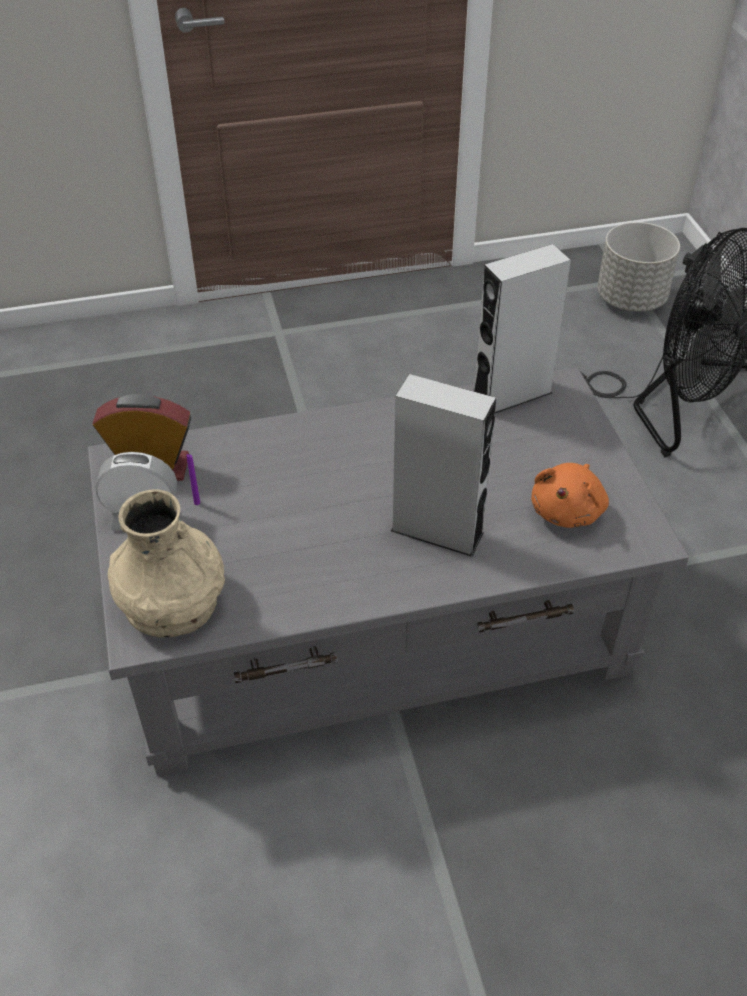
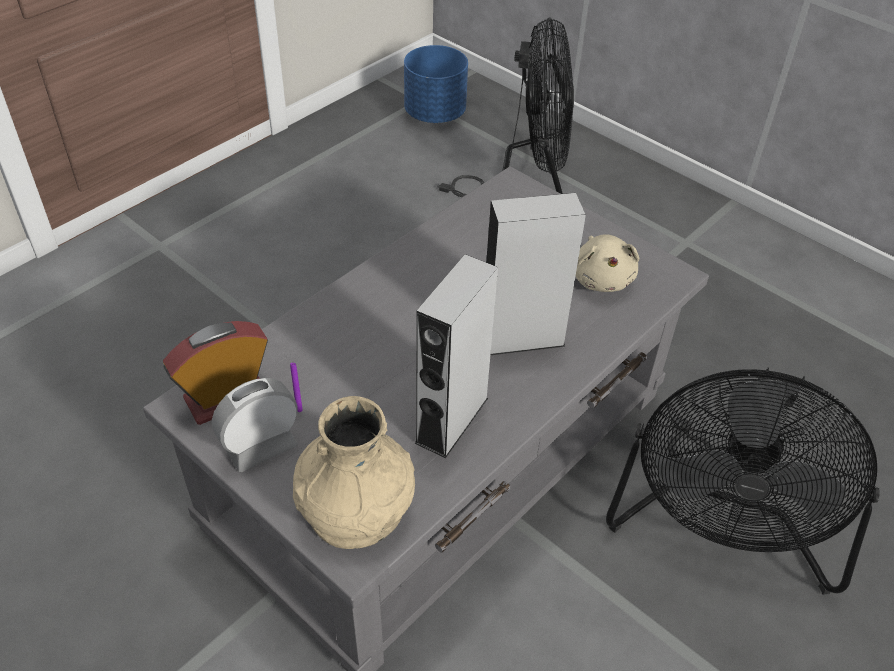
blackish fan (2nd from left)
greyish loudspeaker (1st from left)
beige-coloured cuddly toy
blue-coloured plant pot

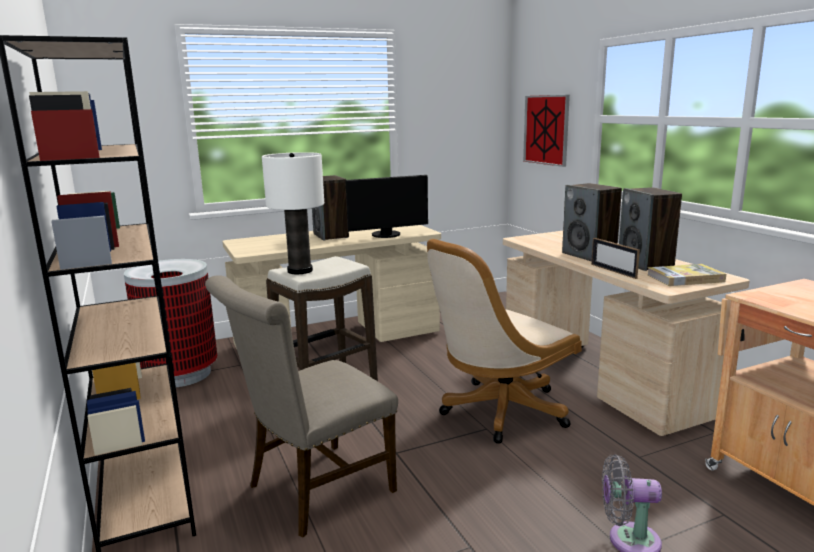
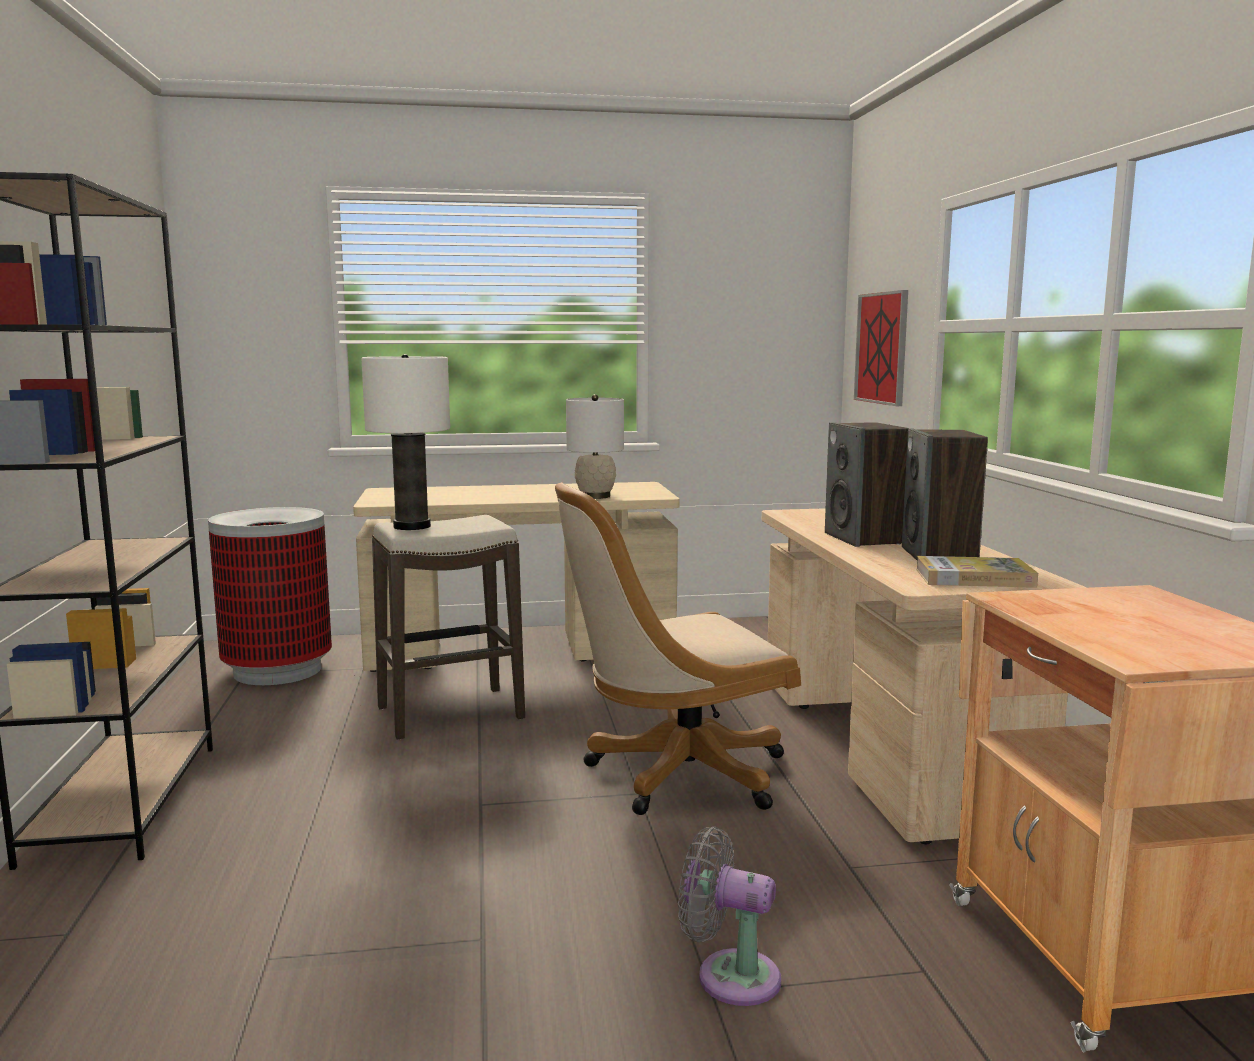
beige-coloured upright chair
loudspeaker (1st from left in the first image)
standing frame
white table lamp (2nd from left)

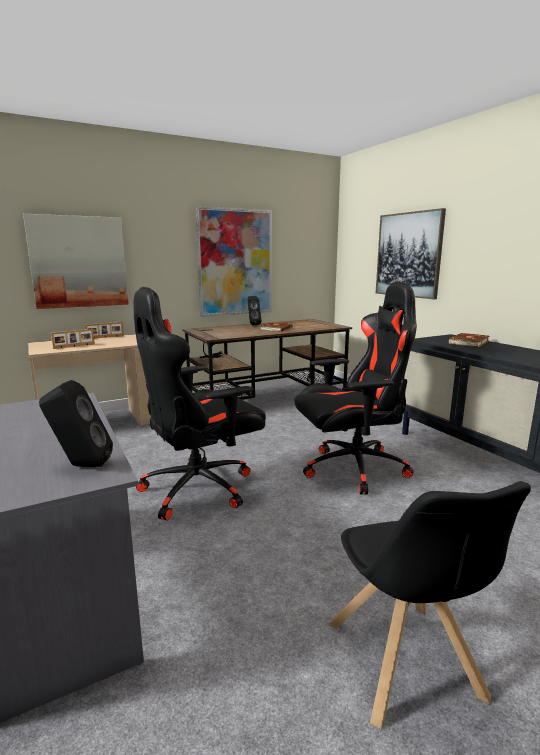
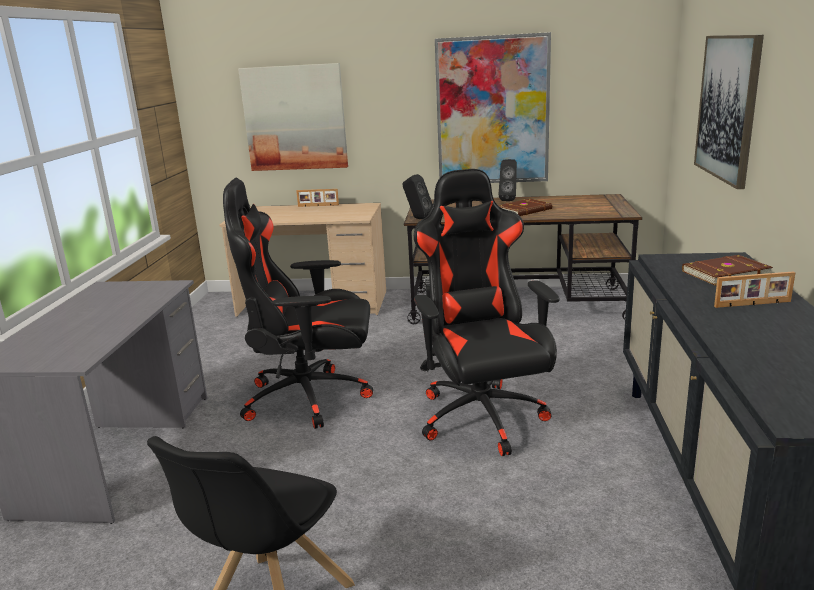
blackish loudspeaker (1st from left)
standing frame (2nd from left)
blackish computer chair (2nd from left)

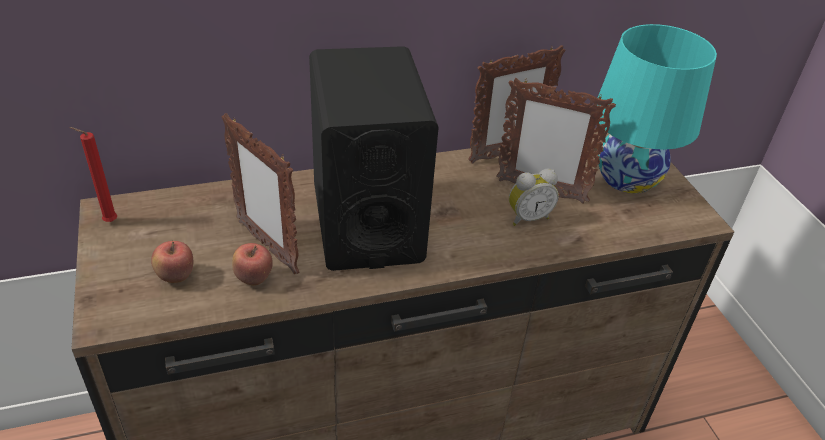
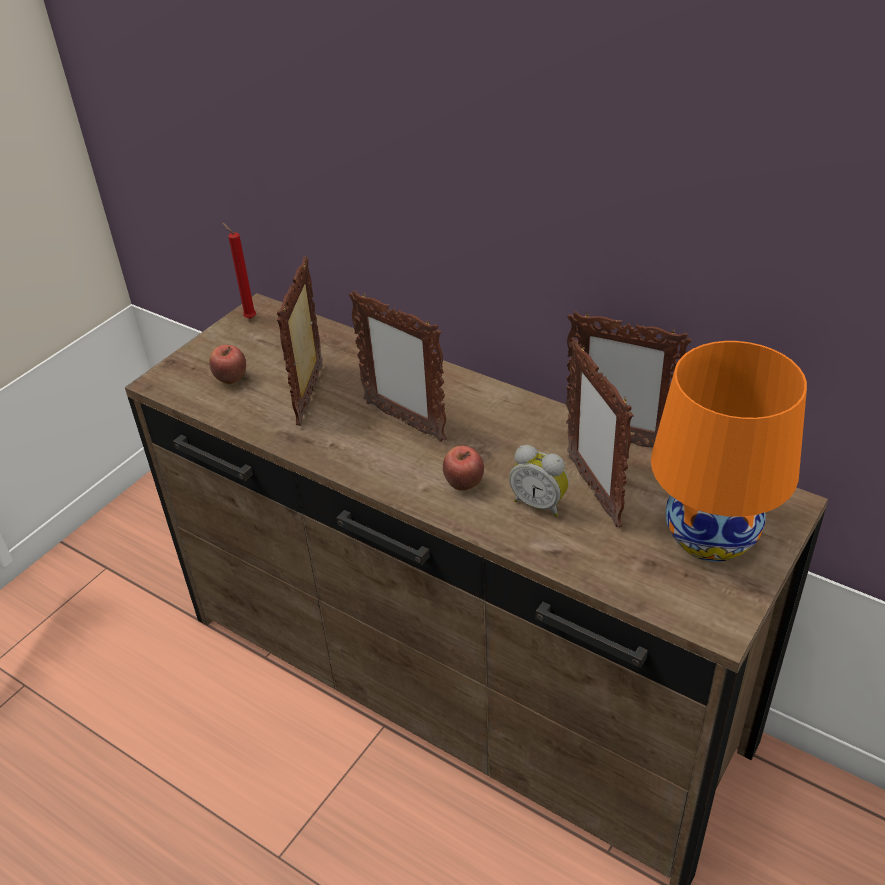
apple (2nd from left)
standing frame (2nd from left)
orangey table lamp

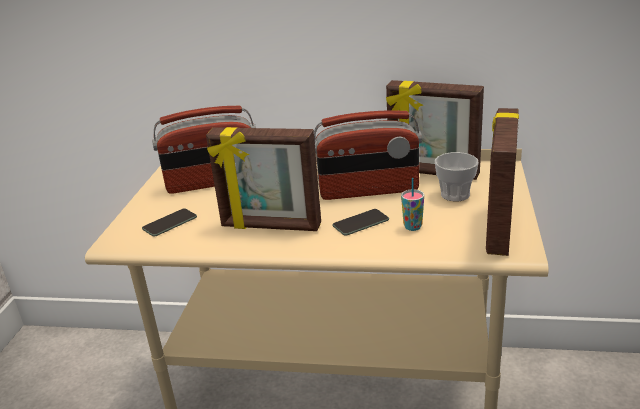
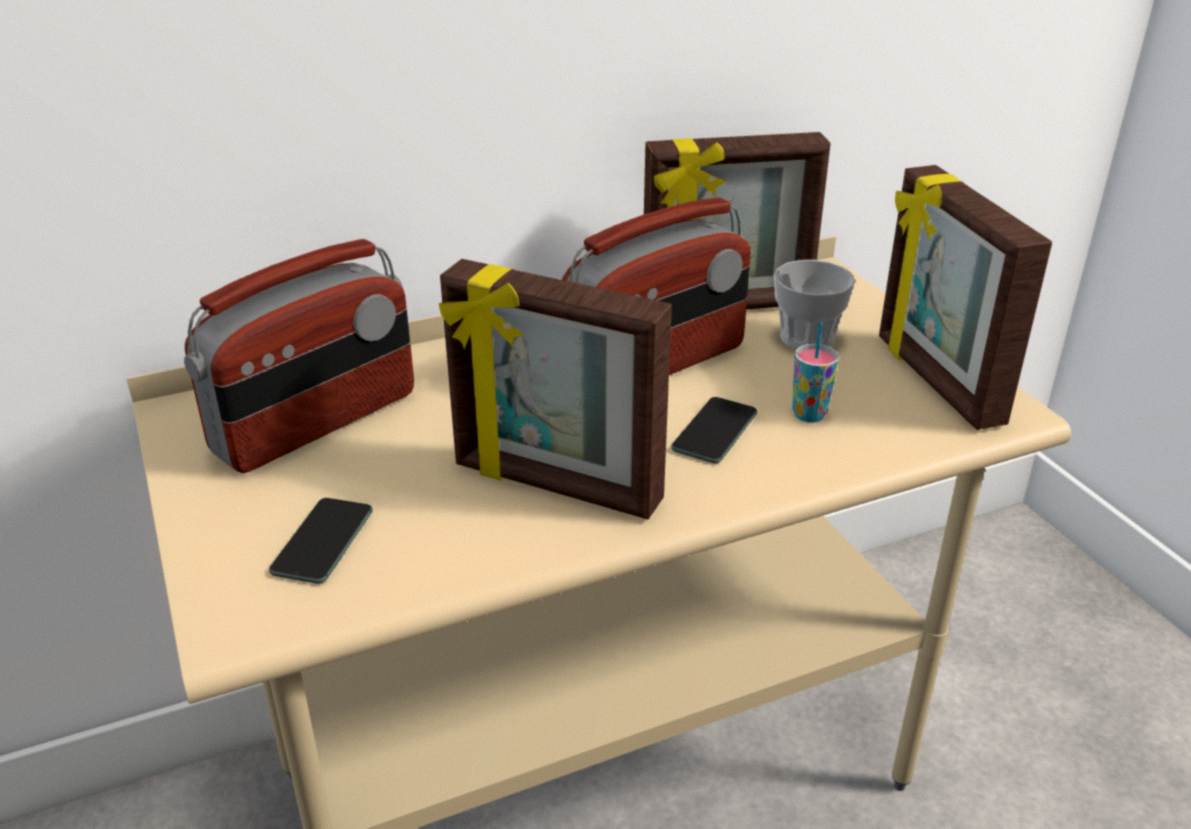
standing frame (1st from left)

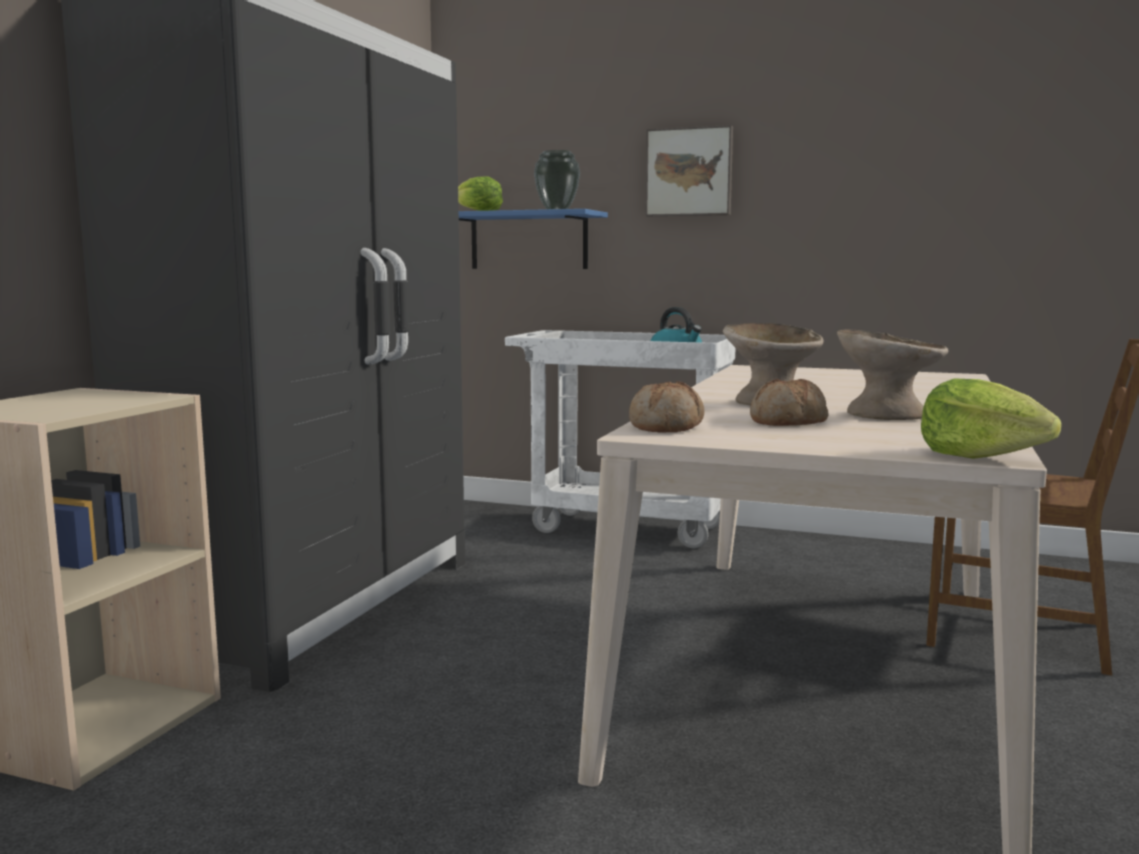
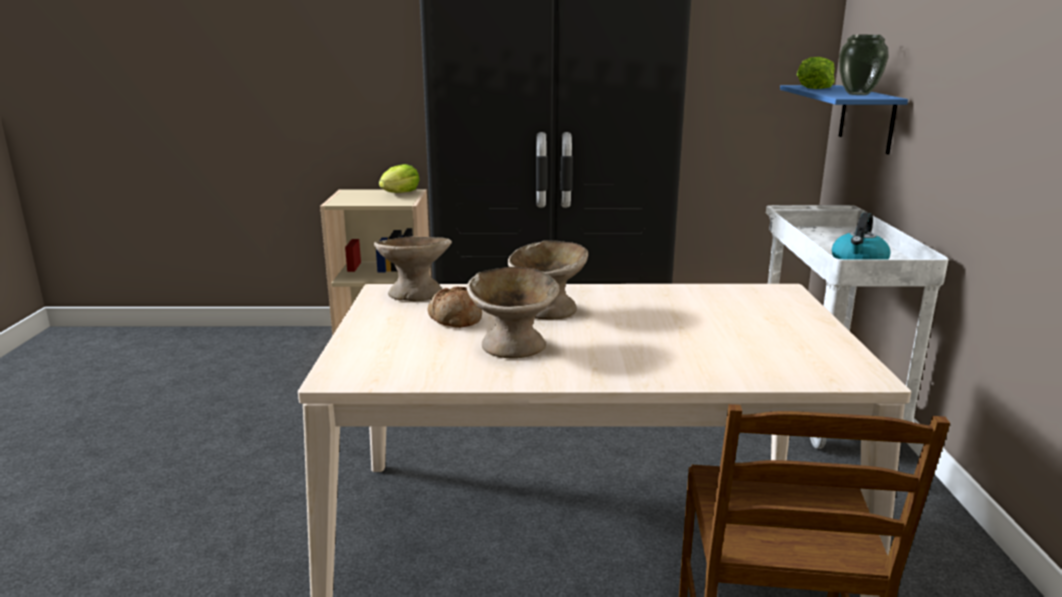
picture
head of lettuce (1st from left)
beige-coloured bowl (1st from left)

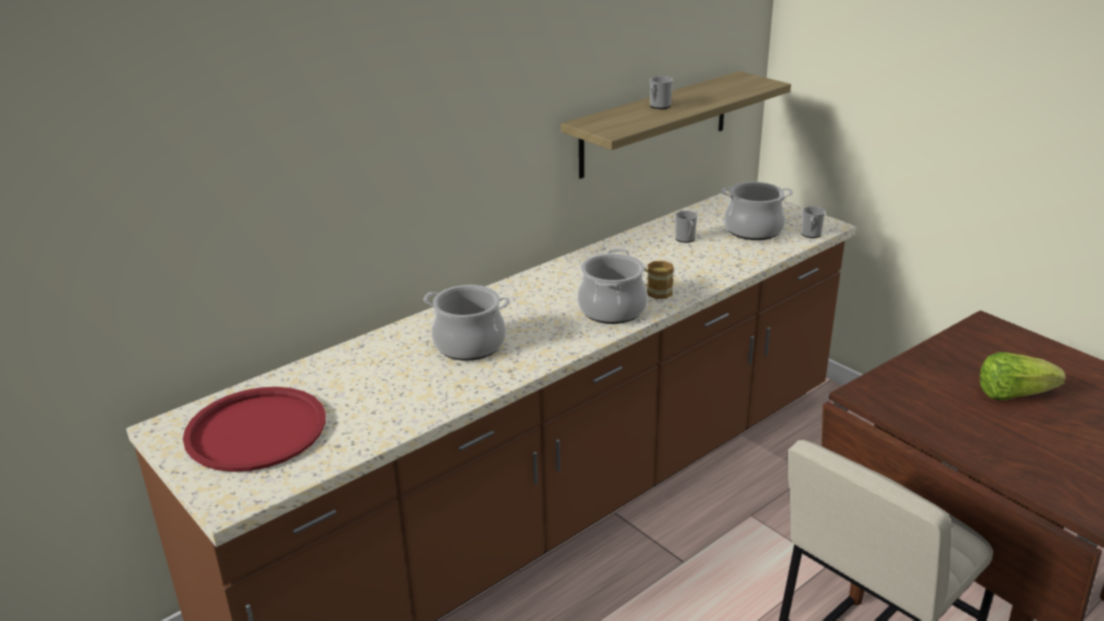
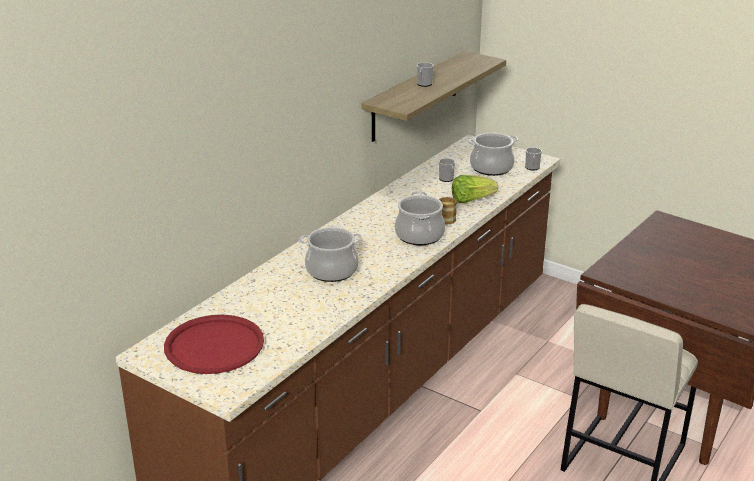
head of lettuce

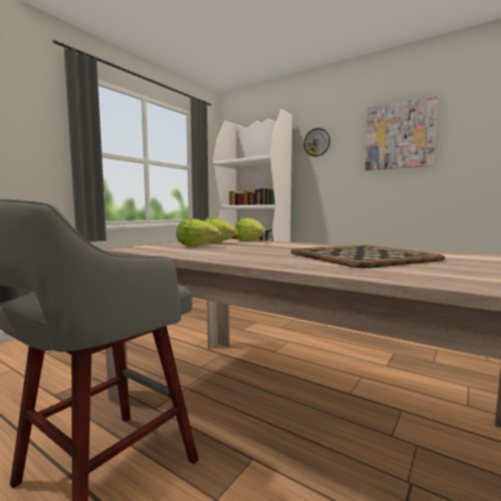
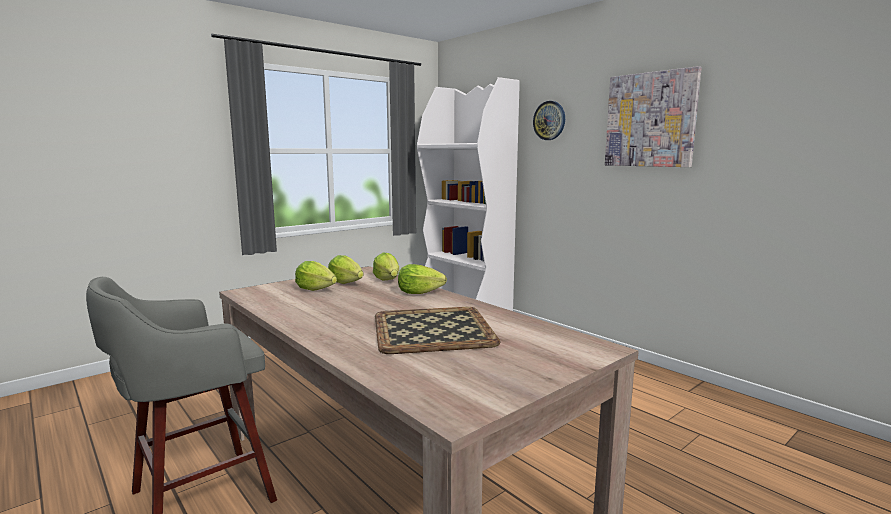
head of lettuce (4th from left)

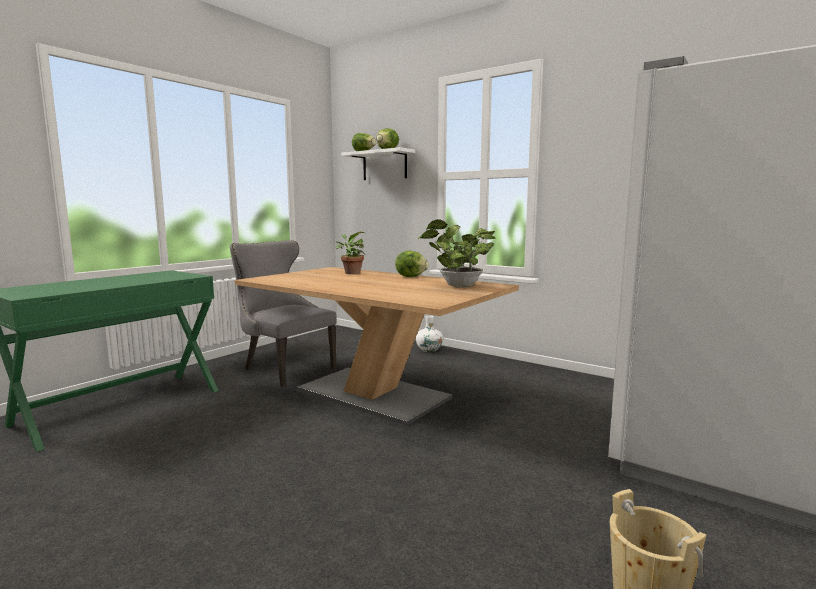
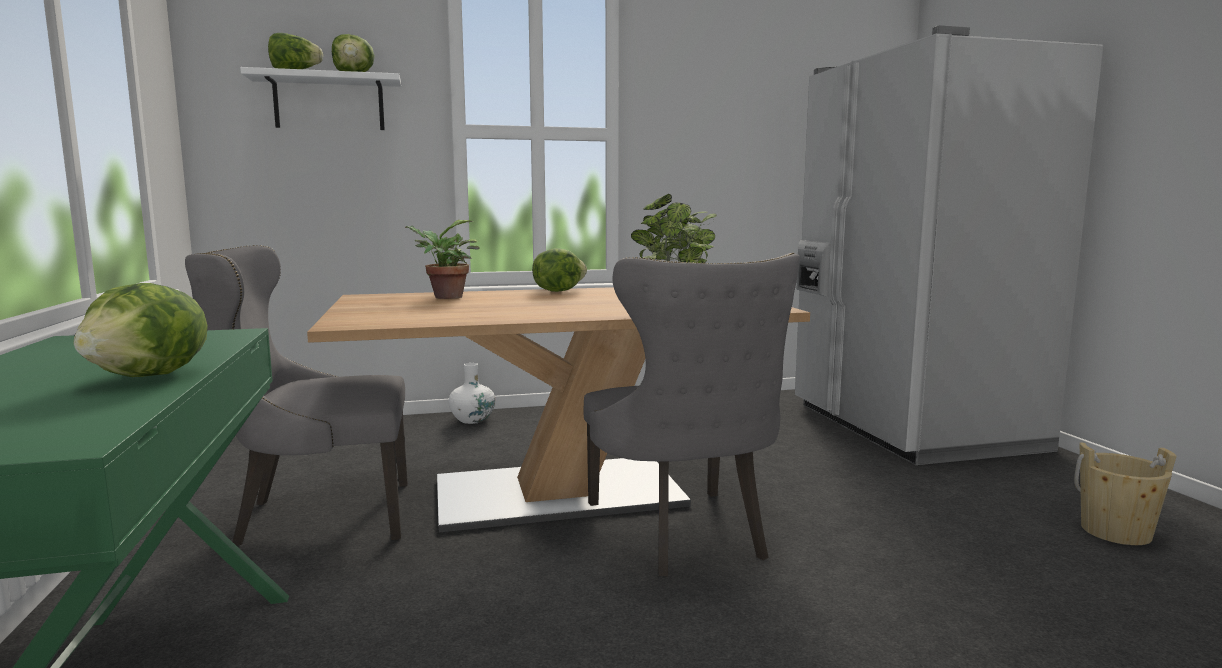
head of lettuce (1st from left)
greyish upright chair (2nd from left)

